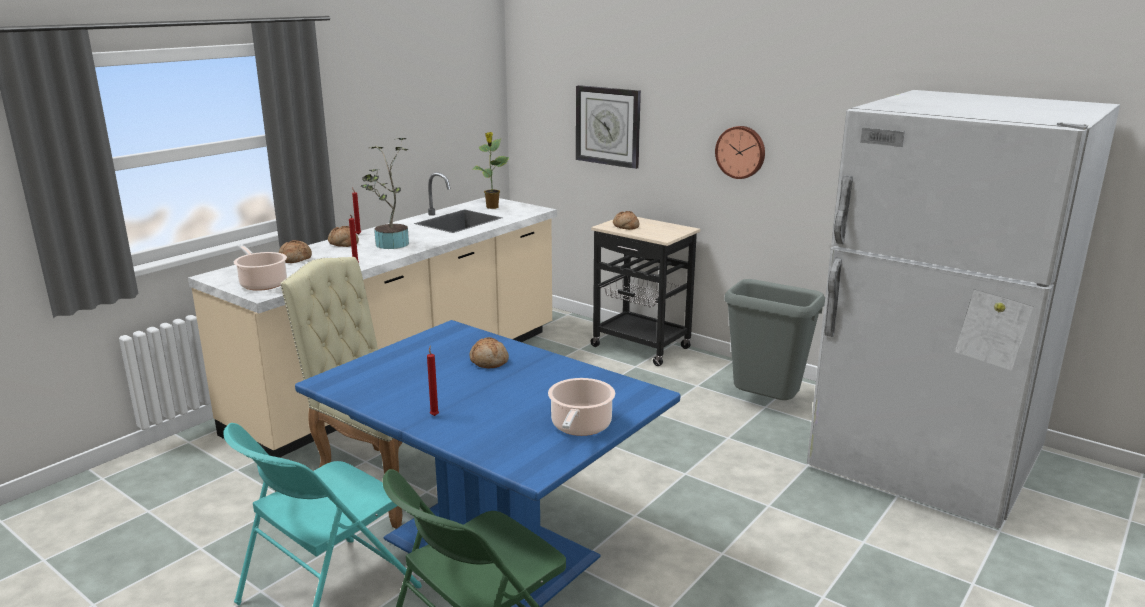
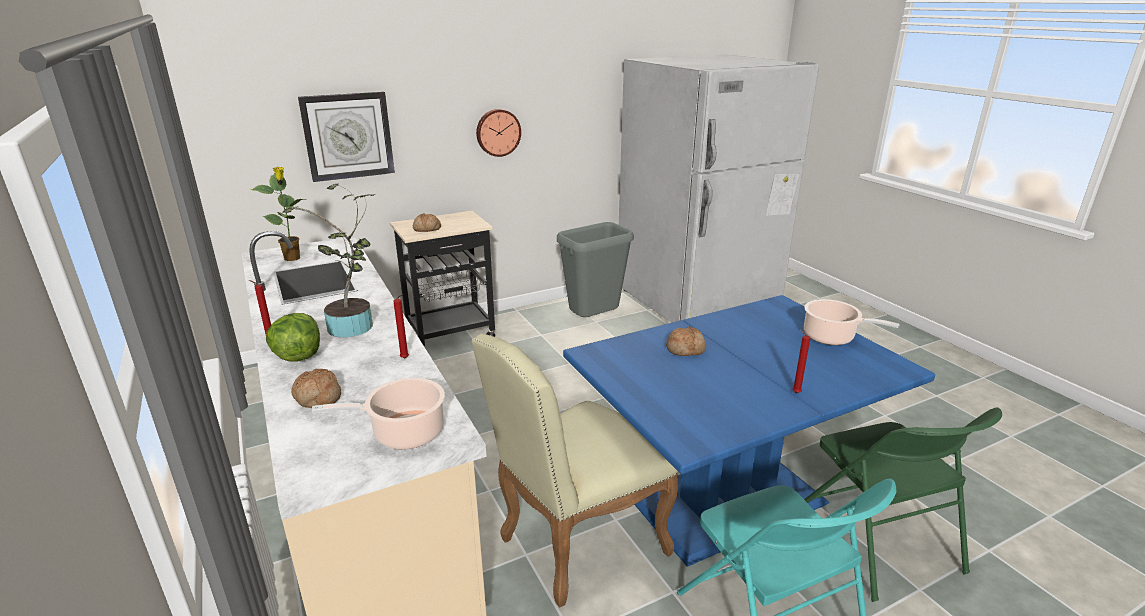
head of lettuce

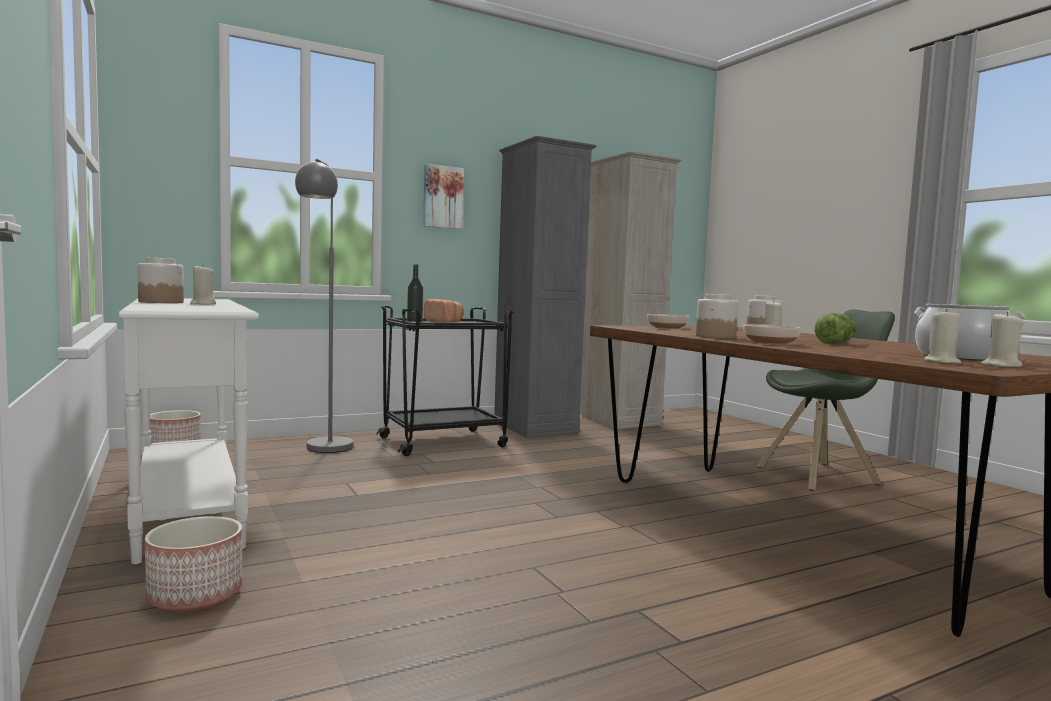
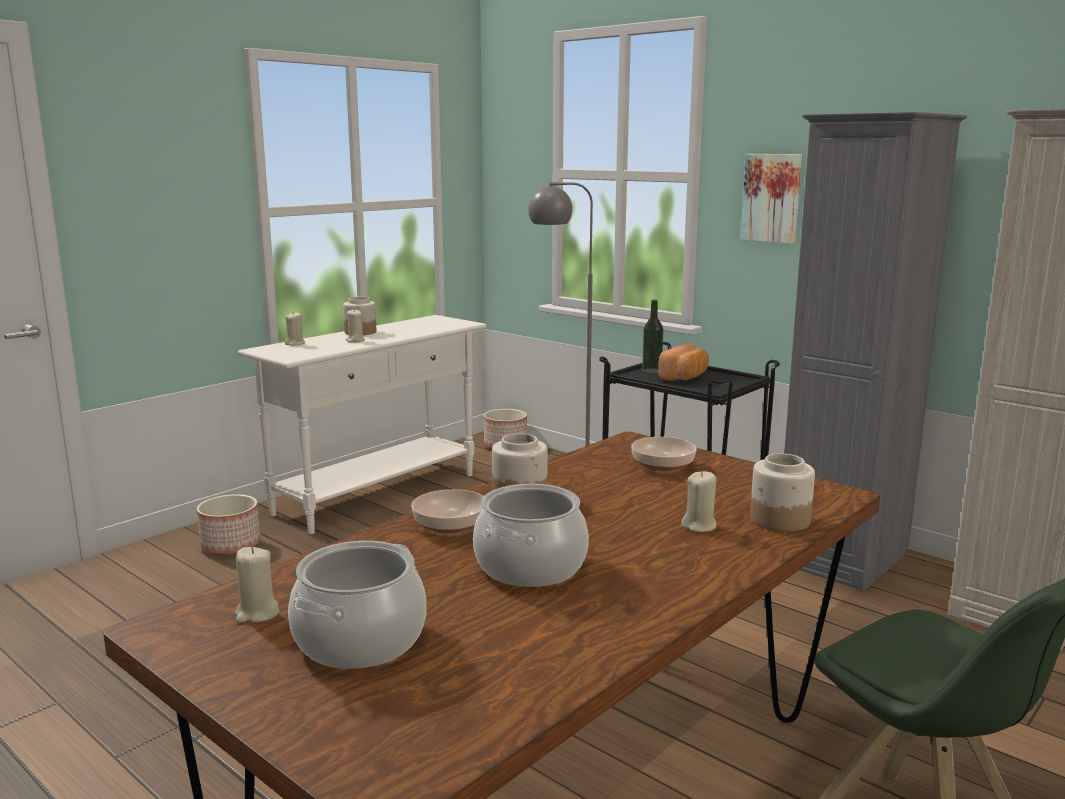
beige-coloured wax light (2nd from left)
cooking pot (2nd from left)

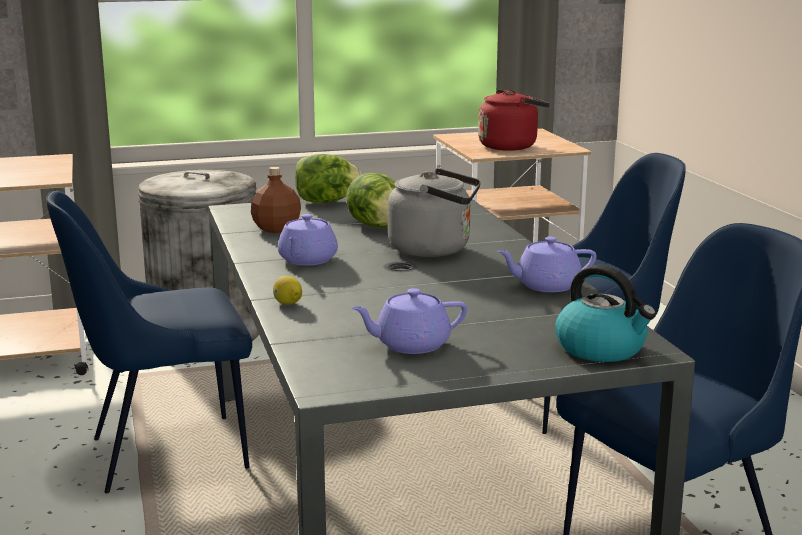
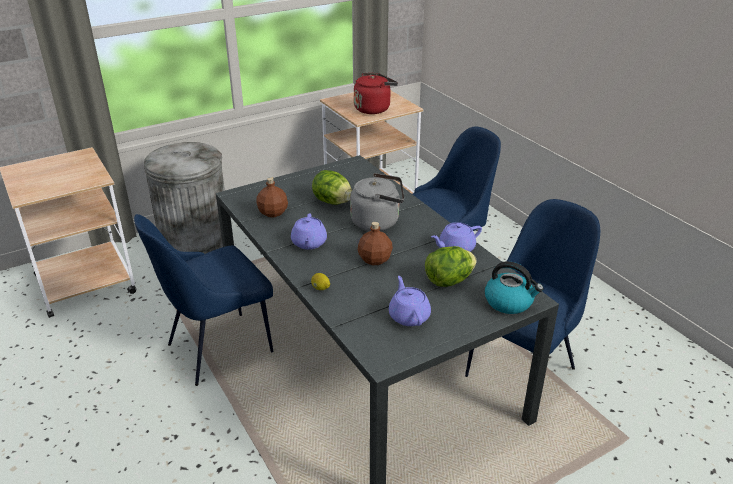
brown bottle (2nd from left)
head of lettuce (2nd from left)
purplish tea pot (2nd from left)

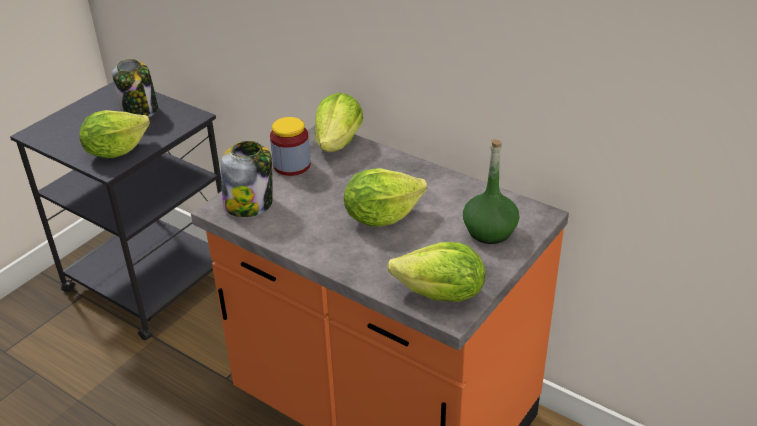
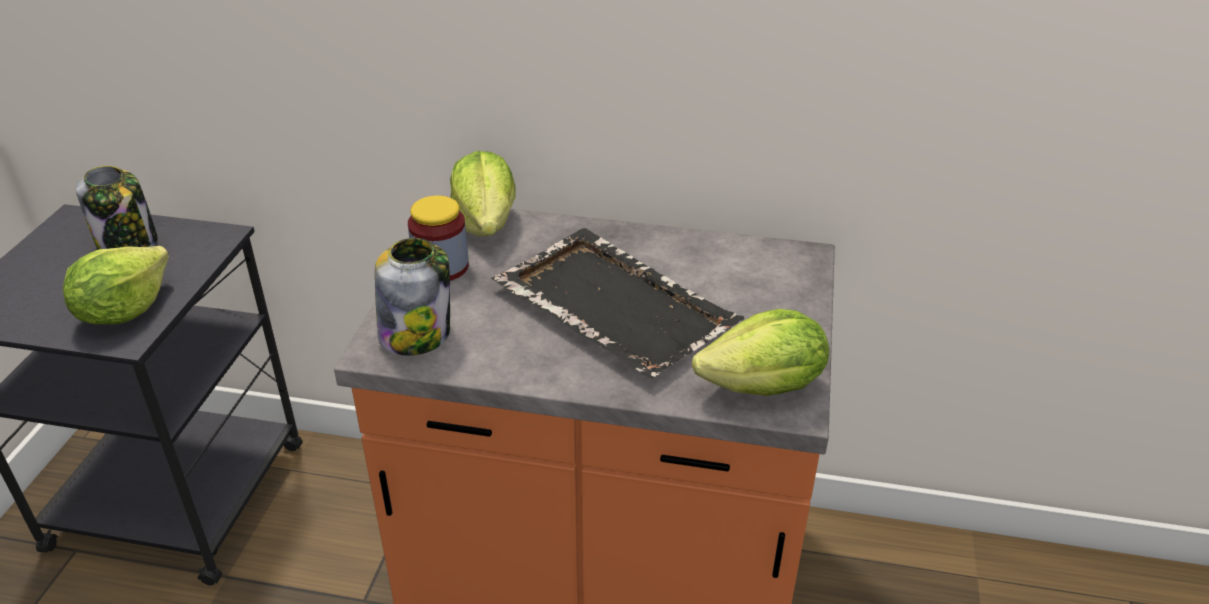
green bottle
blackish carrying tray

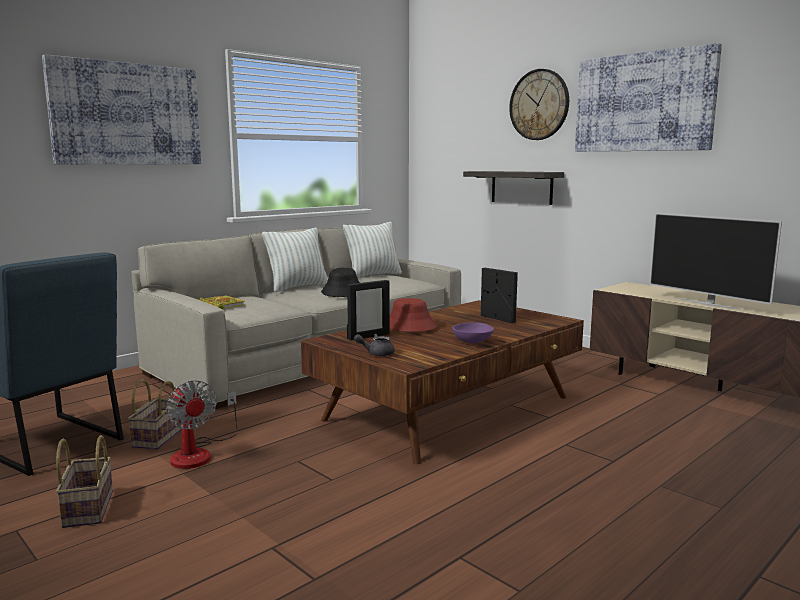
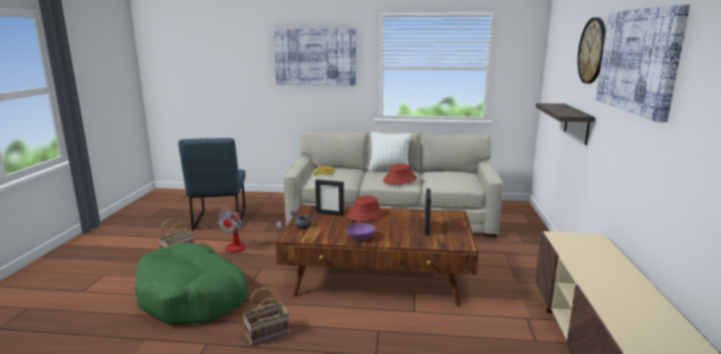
pillow (2nd from left in the first image)
TV set
green pet bed
storage basket (2nd from left)
red-coloured clothing hat (2nd from left)

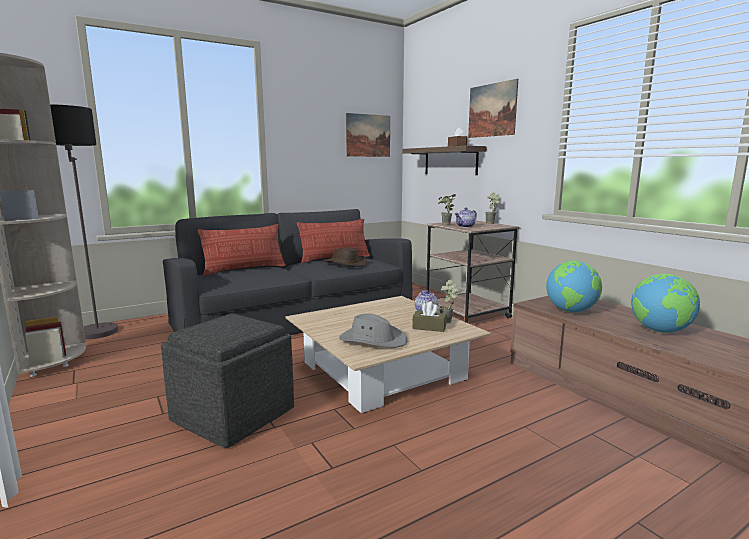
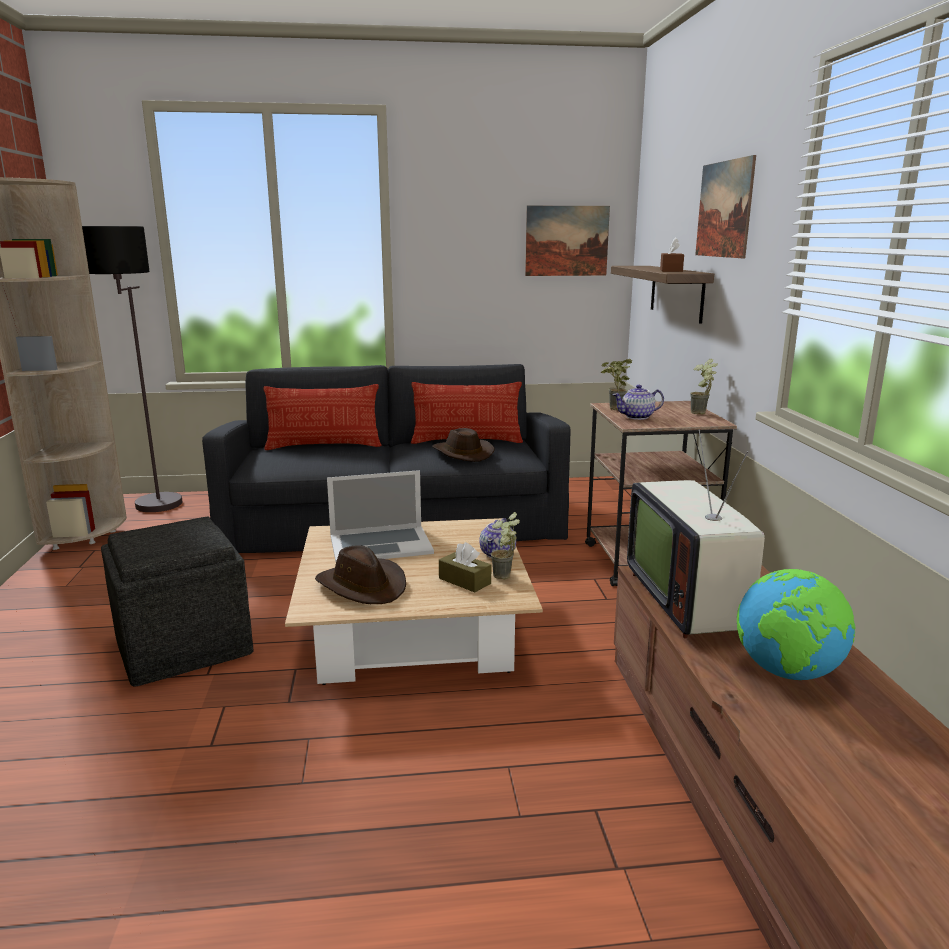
laptop
TV set
brown clothing hat (1st from left)

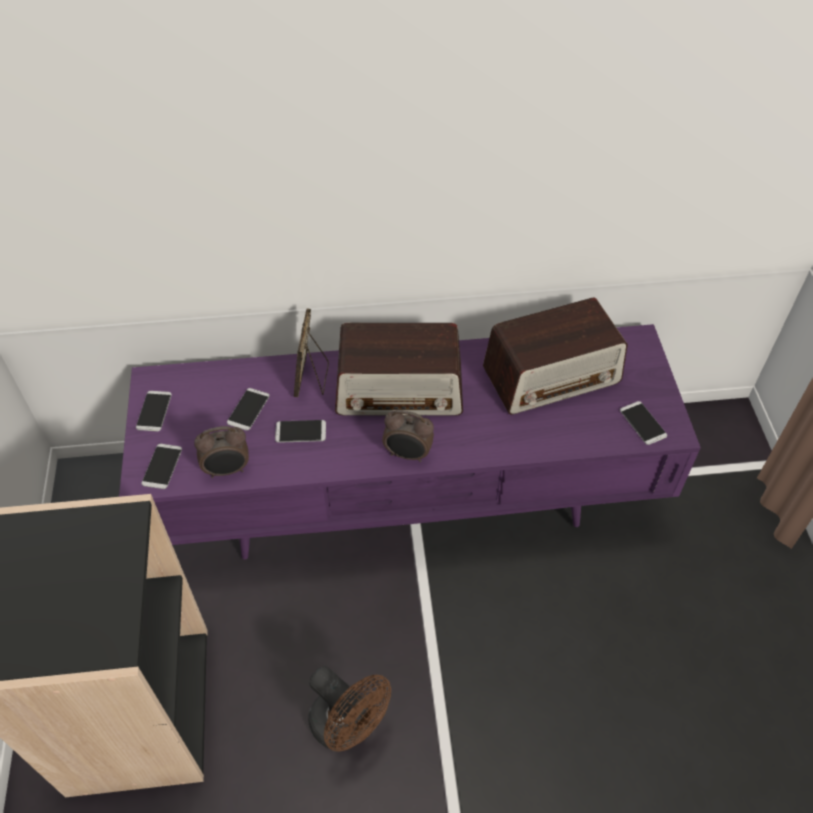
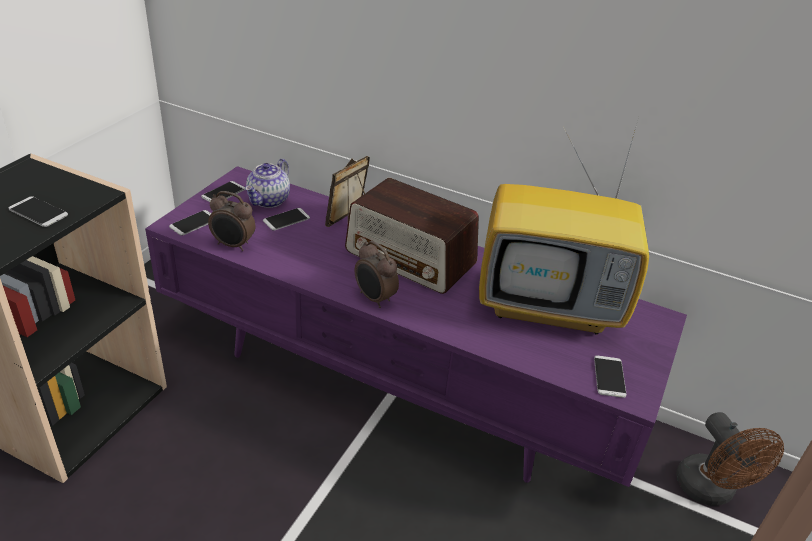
tea pot
handset (1st from left)
brown fan
TV set

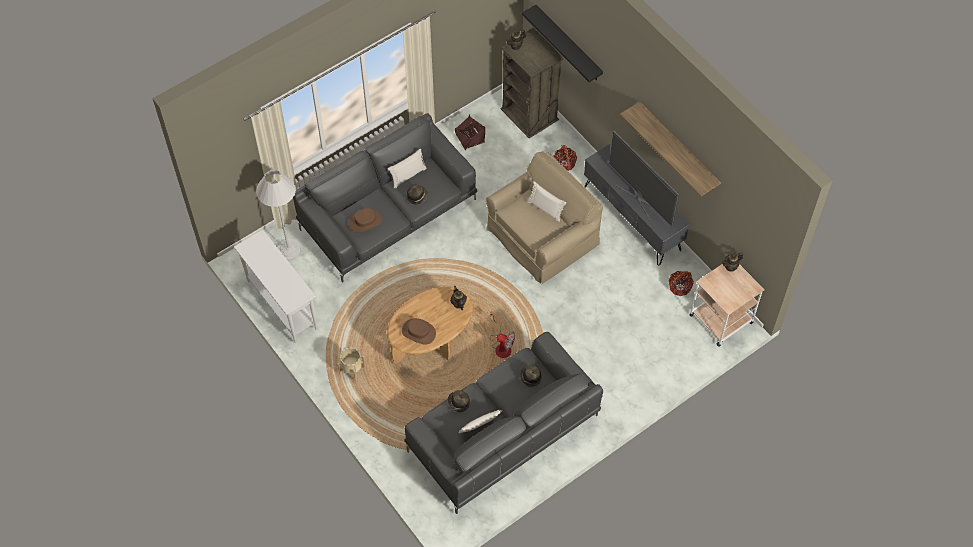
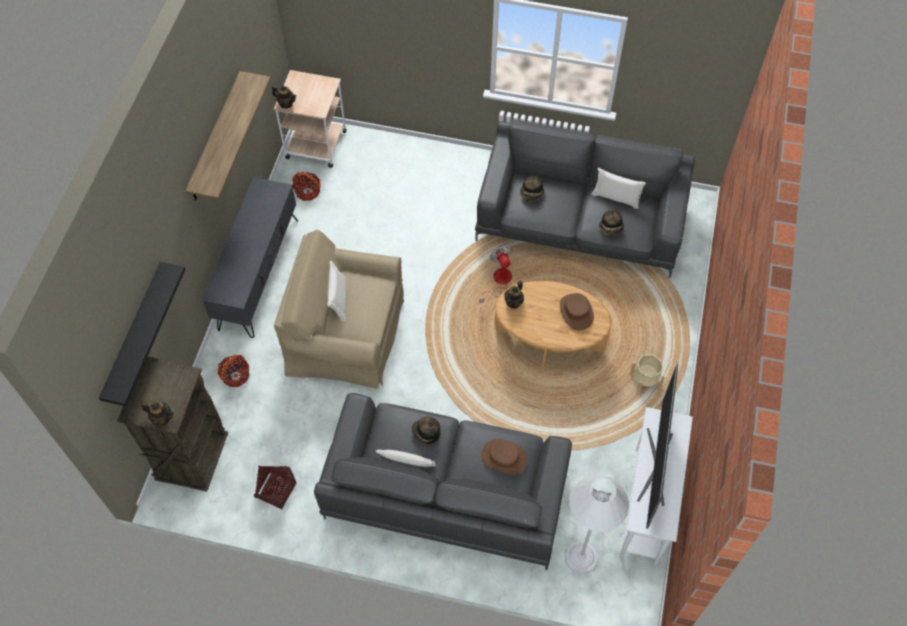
TV set

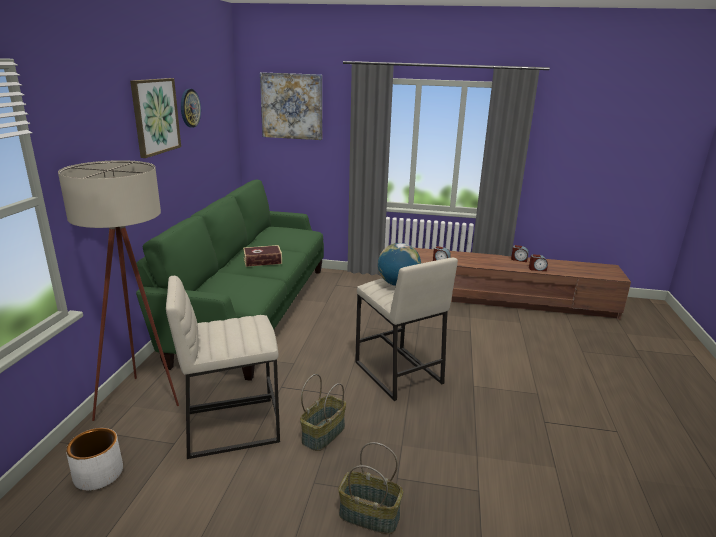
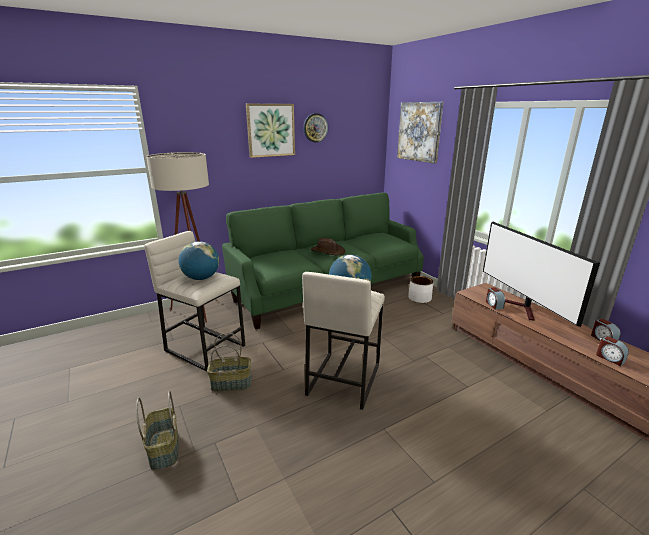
globe (1st from left)
TV set
white plant pot
brown clothing hat

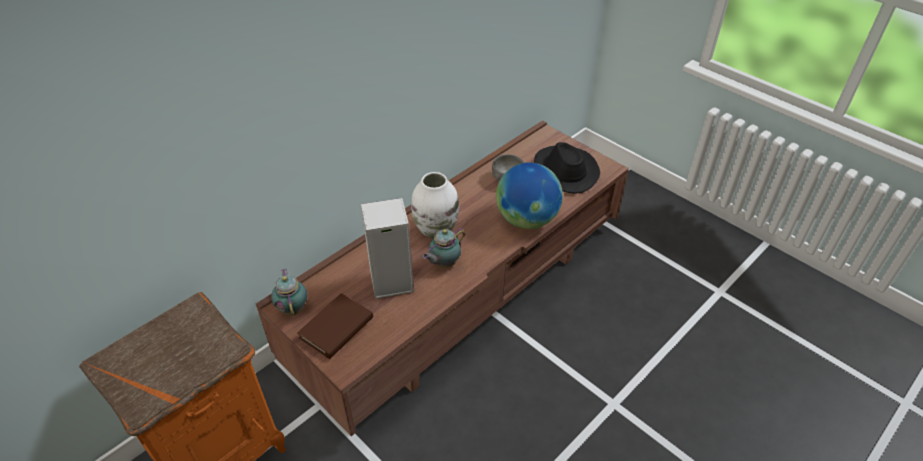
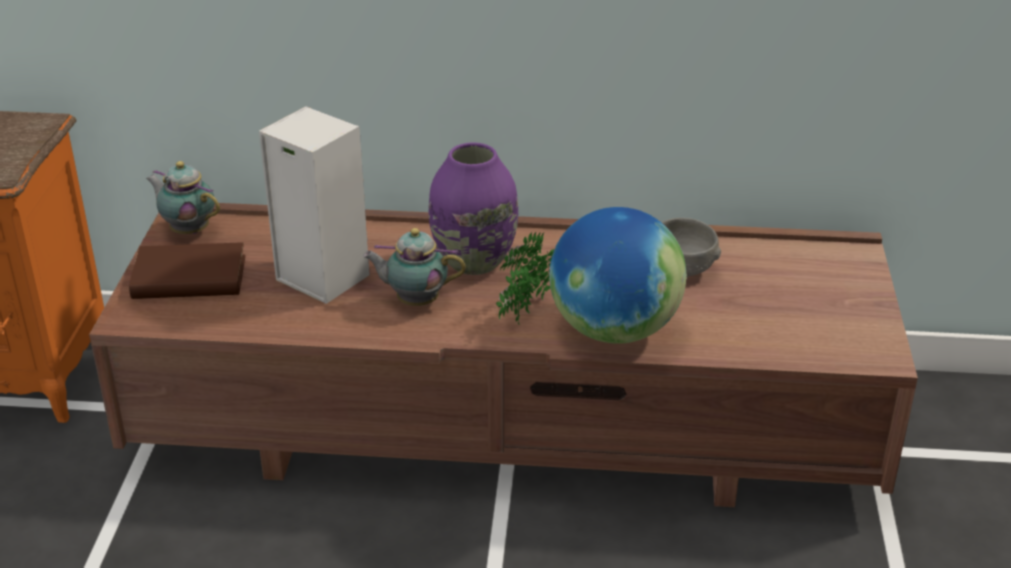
blackish clothing hat
houseplant
purplish flower vase
tea pot (1st from left)

